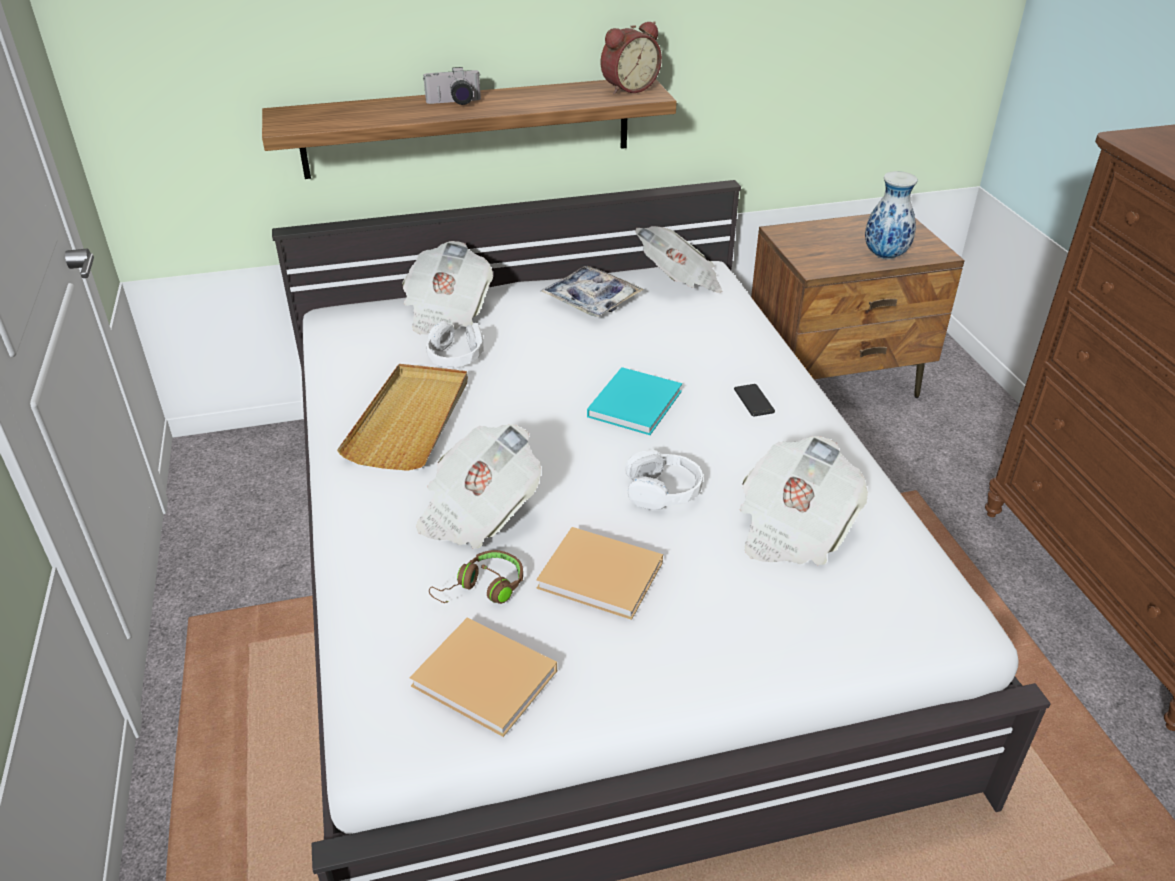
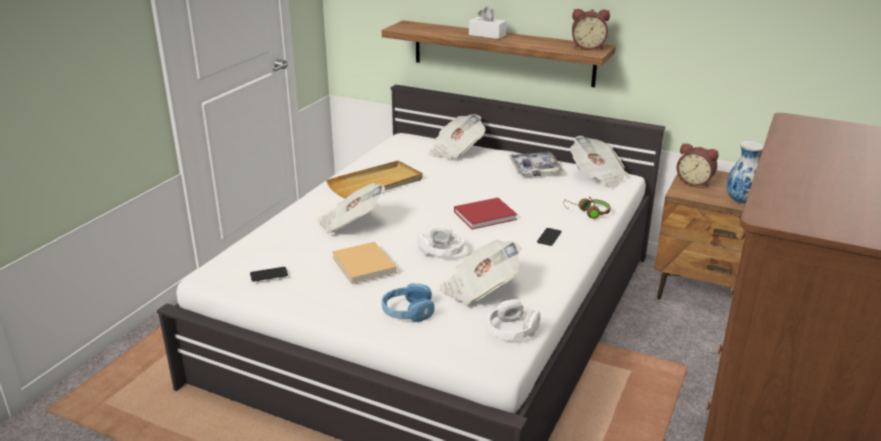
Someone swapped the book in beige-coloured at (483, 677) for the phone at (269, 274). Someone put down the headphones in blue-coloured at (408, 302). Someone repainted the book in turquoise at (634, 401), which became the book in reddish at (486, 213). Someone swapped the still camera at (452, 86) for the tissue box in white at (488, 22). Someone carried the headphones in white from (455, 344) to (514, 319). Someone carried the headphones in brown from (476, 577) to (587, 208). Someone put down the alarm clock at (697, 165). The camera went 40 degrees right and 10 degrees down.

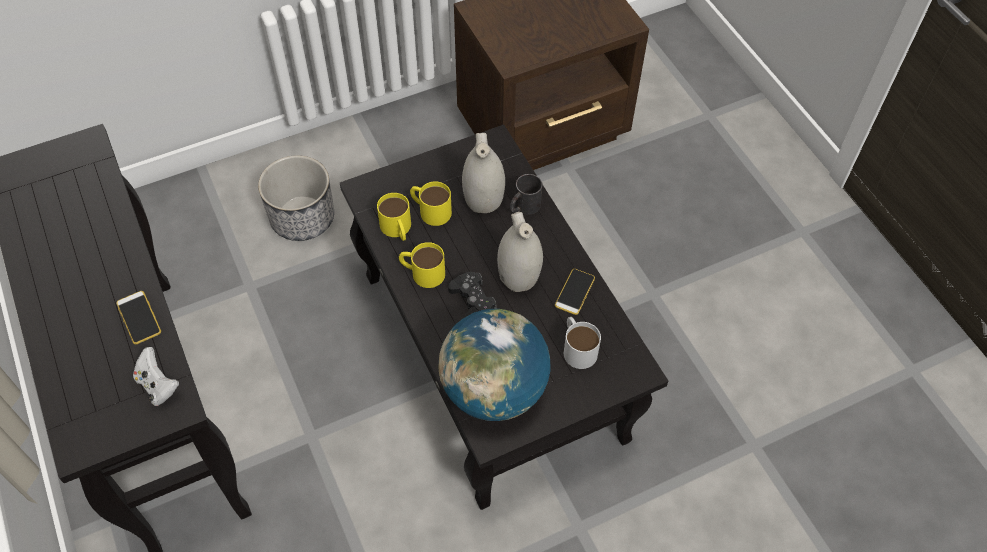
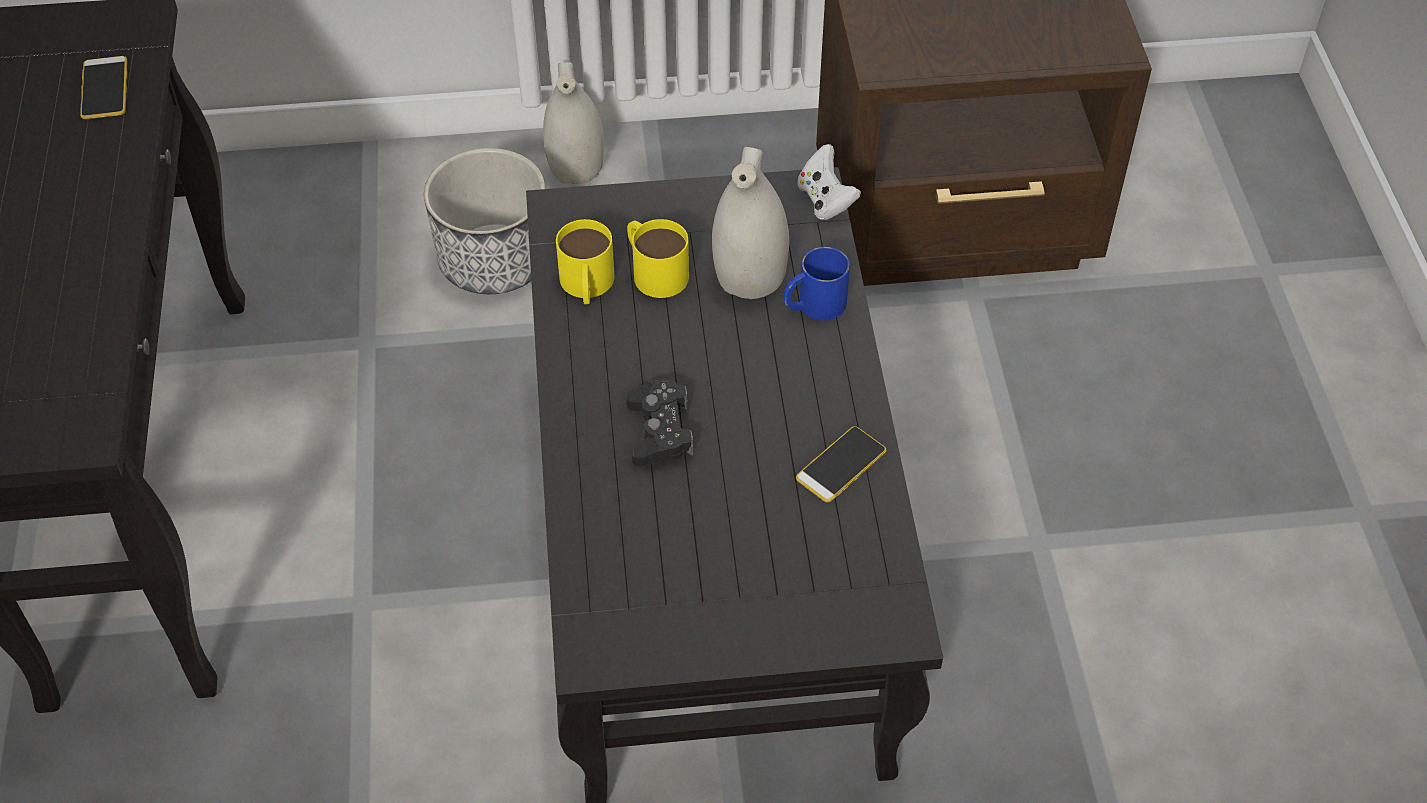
Someone carried the phone from (138, 317) to (103, 87). Someone carried the vase in white from (520, 252) to (573, 123). Someone repainted the coffee mug in blackish at (526, 194), which became the coffee mug in blue-coloured at (816, 284). Someone carried the joypad in white from (156, 376) to (829, 182). Someone took away the coffee mug in yellow at (422, 265). Someone took away the globe at (494, 365). Someone took away the coffee mug in white at (582, 343). The camera went 20 degrees right and 5 degrees down.

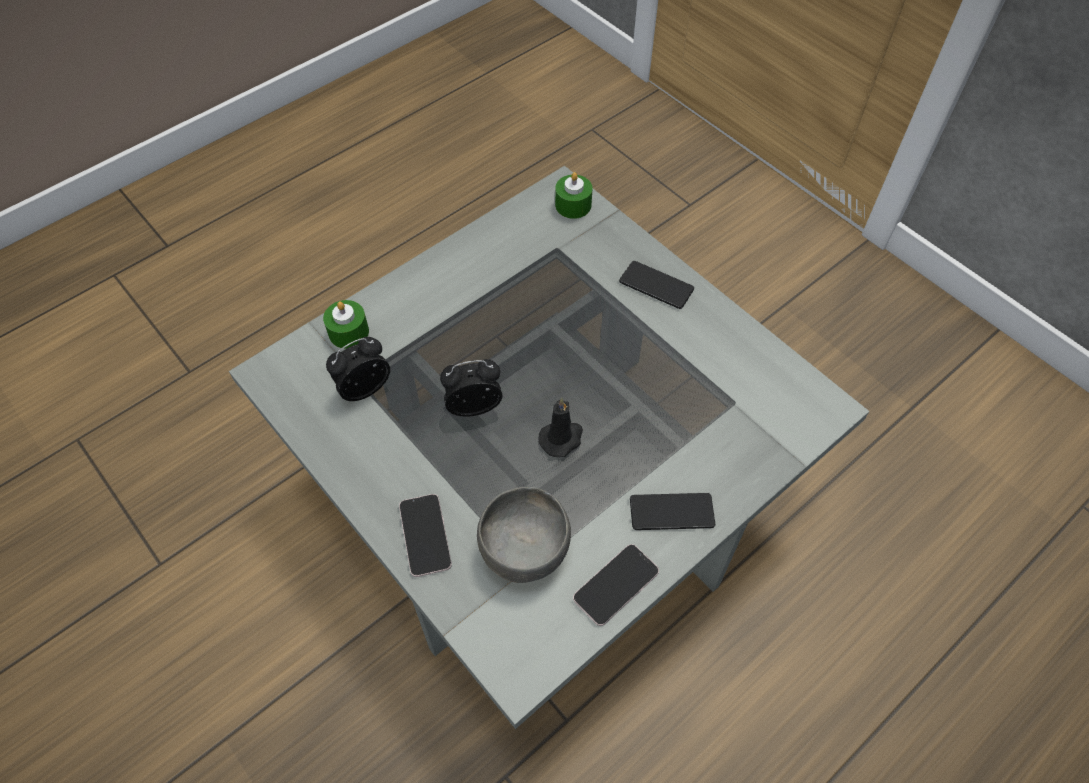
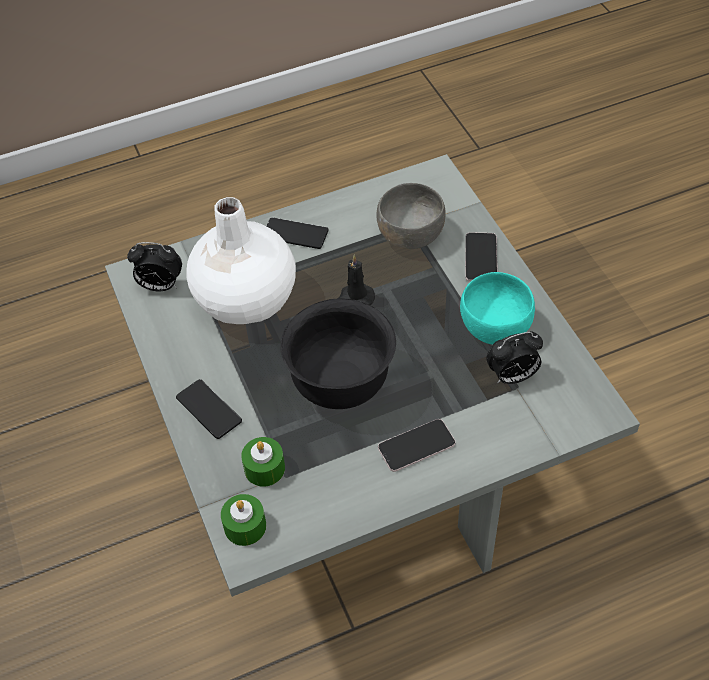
Someone carried the alarm clock from (471, 388) to (154, 266). Someone put down the vase in white at (241, 260). Someone carried the wax candle in green-coloured from (346, 324) to (263, 462). Someone put down the deep dish in blackish at (338, 353). Someone carried the phone from (616, 585) to (416, 445). Someone put down the deep dish in turquoise at (497, 308). The camera went 160 degrees left and 5 degrees down.

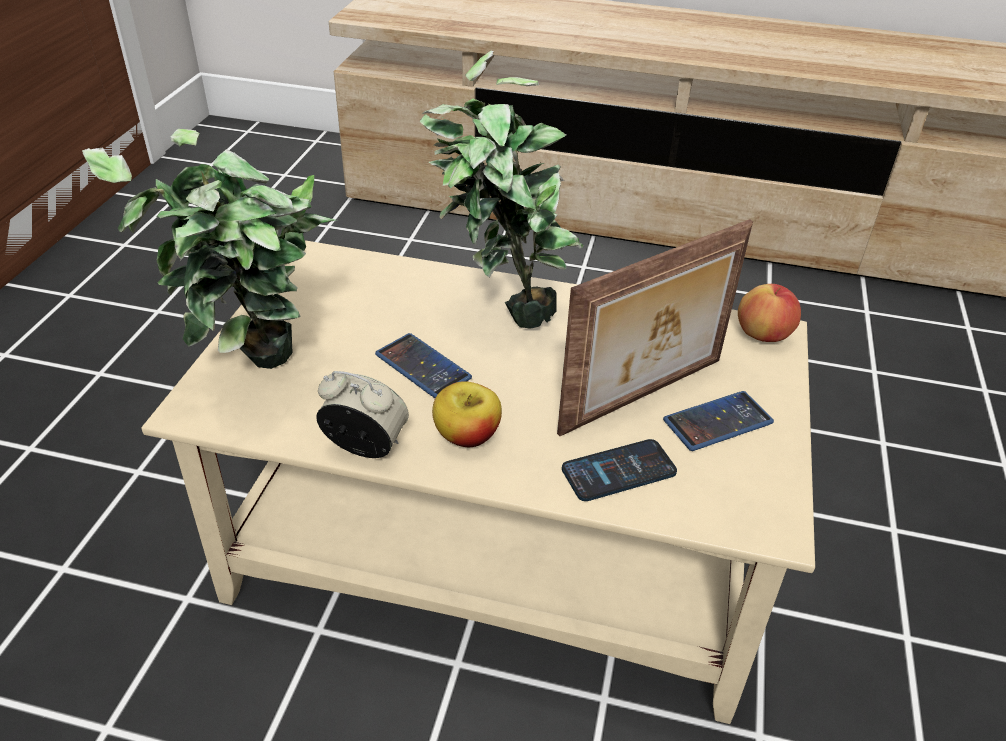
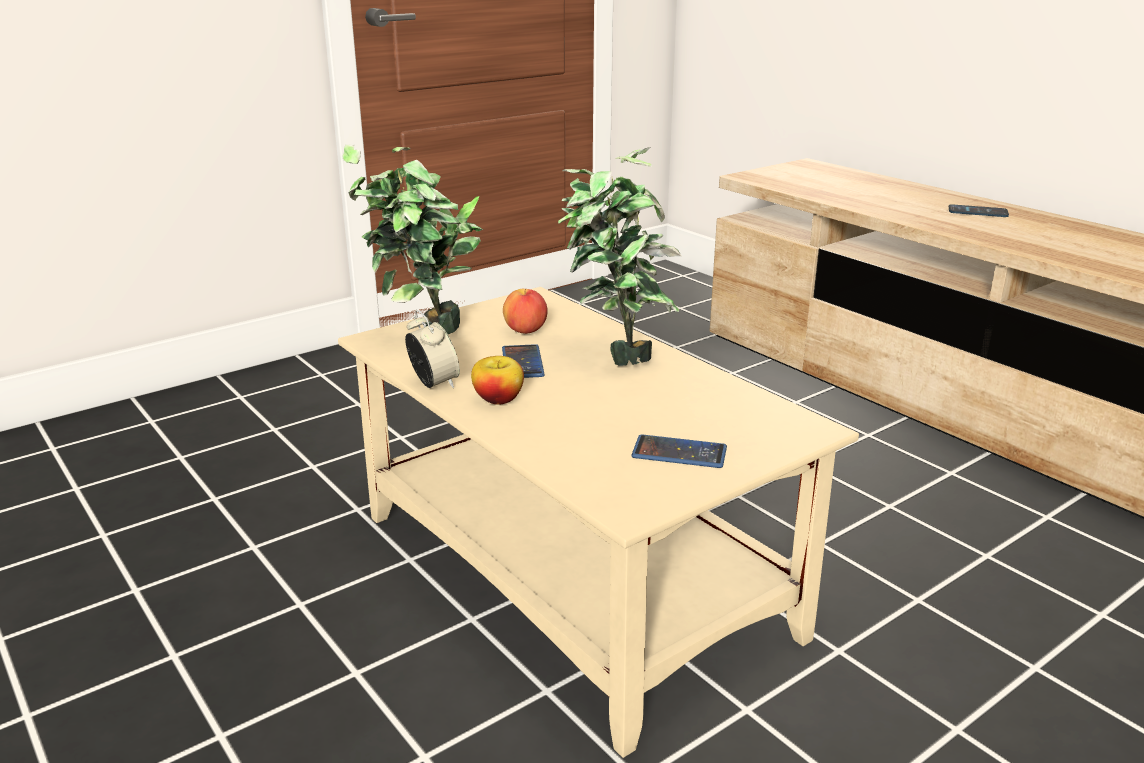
Someone carried the apple from (769, 313) to (525, 311). Someone carried the phone from (619, 470) to (979, 210). Someone took away the photo frame at (655, 327). The camera went 40 degrees right and 15 degrees down.

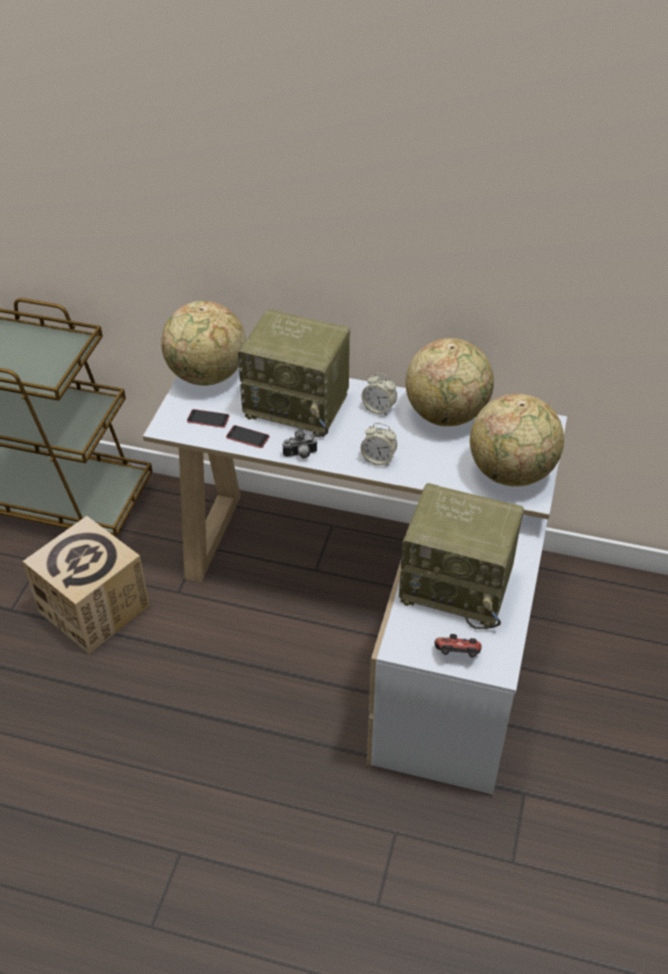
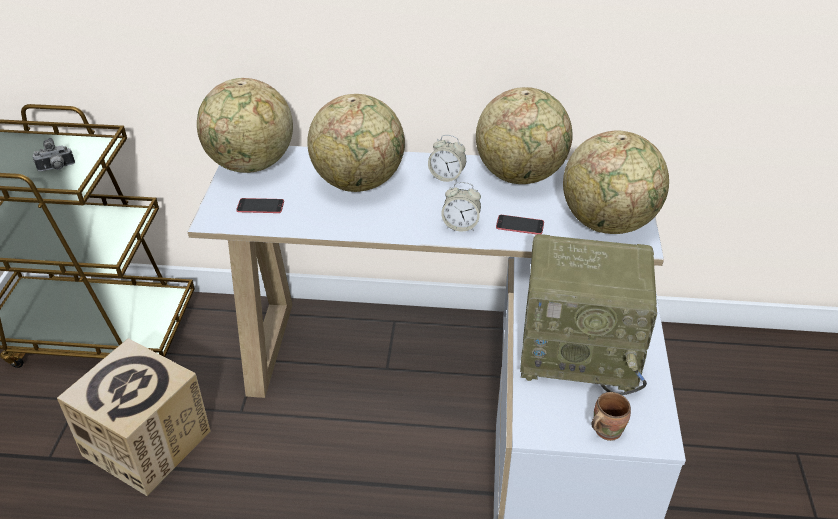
Someone carried the still camera from (300, 443) to (53, 154). Someone swapped the radio at (294, 373) for the globe at (356, 143). Someone carried the phone from (247, 436) to (520, 224). Someone swapped the joypad at (458, 646) for the coffee mug in brown at (611, 416). The camera went 10 degrees left and 5 degrees down.

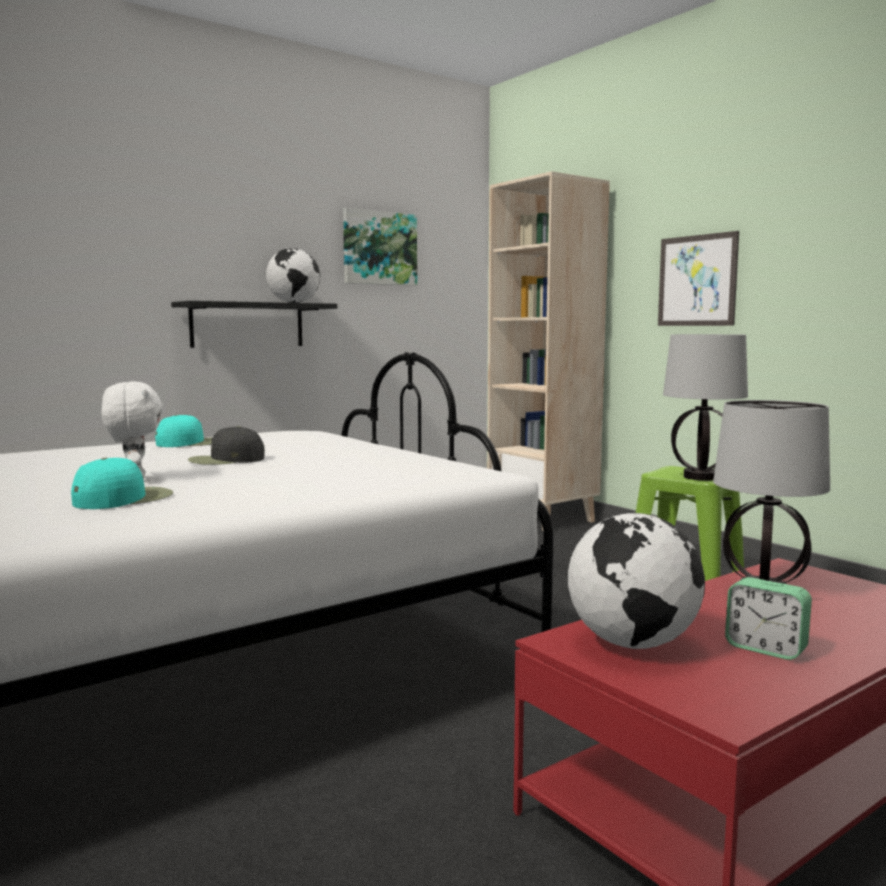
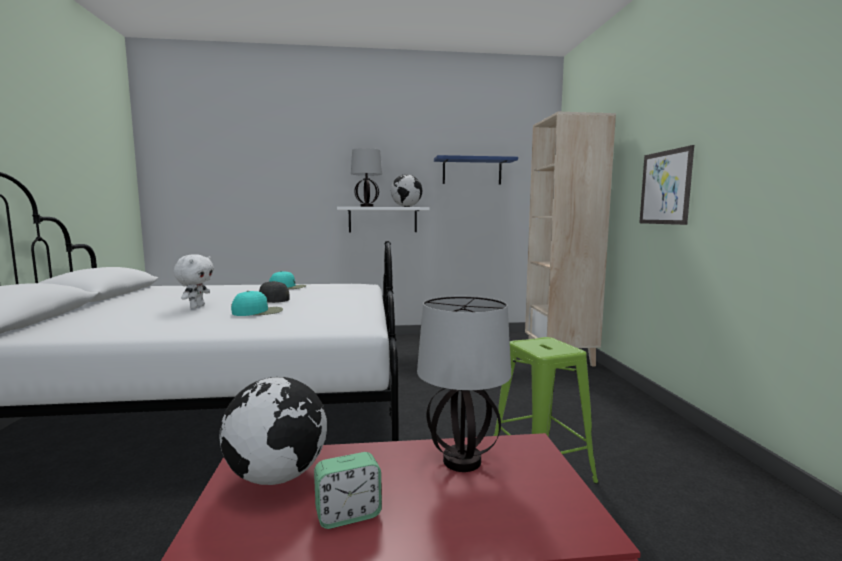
Someone carried the baseball cap in turquoise from (122, 483) to (257, 303). Someone rotated the alarm clock at (768, 618) by 90 degrees counterclockwise. Someone repainted the wall shelf in blackish at (254, 324), which became the wall shelf in white at (383, 219). Someone carried the table lamp from (705, 407) to (366, 177). Someone swapped the picture at (380, 247) for the wall shelf in blue-coloured at (476, 170). The camera went 30 degrees right and 0 degrees up.

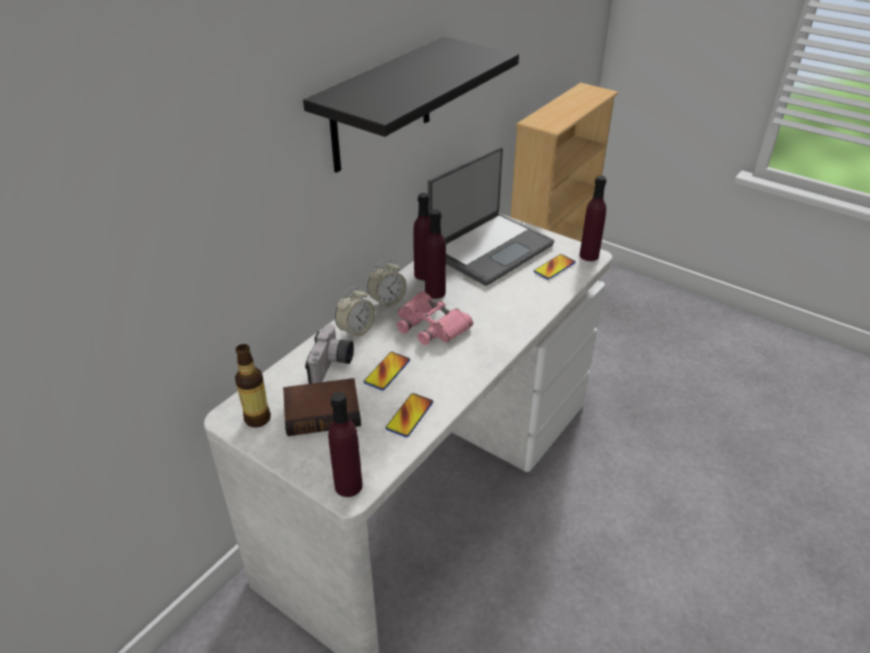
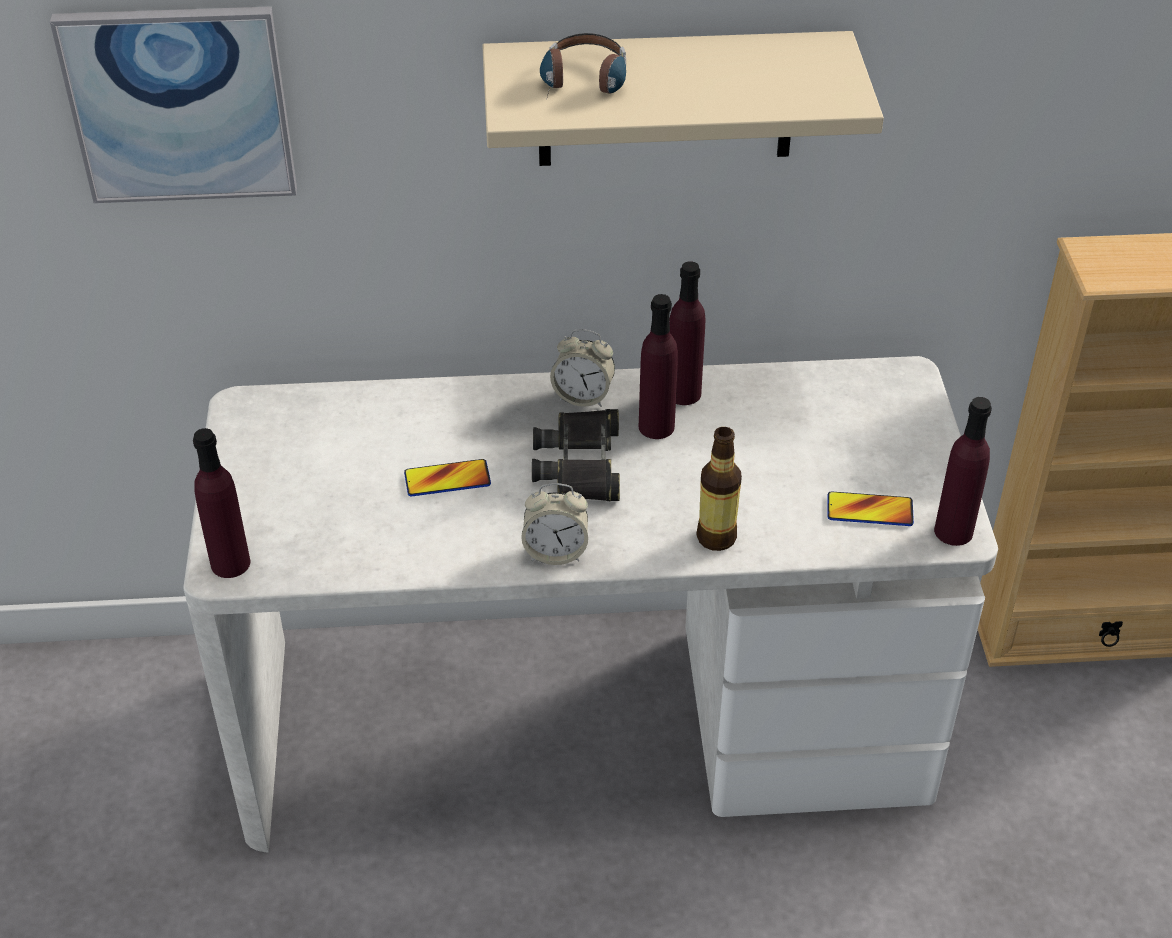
Someone put up the picture at (173, 105). Someone repainted the wall shelf in blackish at (411, 105), which became the wall shelf in beige-coloured at (683, 98). Someone carried the alarm clock from (355, 312) to (554, 524). Someone repainted the field glasses in pink at (435, 318), which became the field glasses in blackish at (576, 455). Someone put down the headphones at (583, 66). Someone carried the beverage bottle from (253, 385) to (719, 489). Someone took away the book at (322, 407). Someone took away the still camera at (329, 354). Someone took away the phone at (409, 415). Someone took away the portable computer at (491, 216). The camera went 50 degrees right and 5 degrees up.

